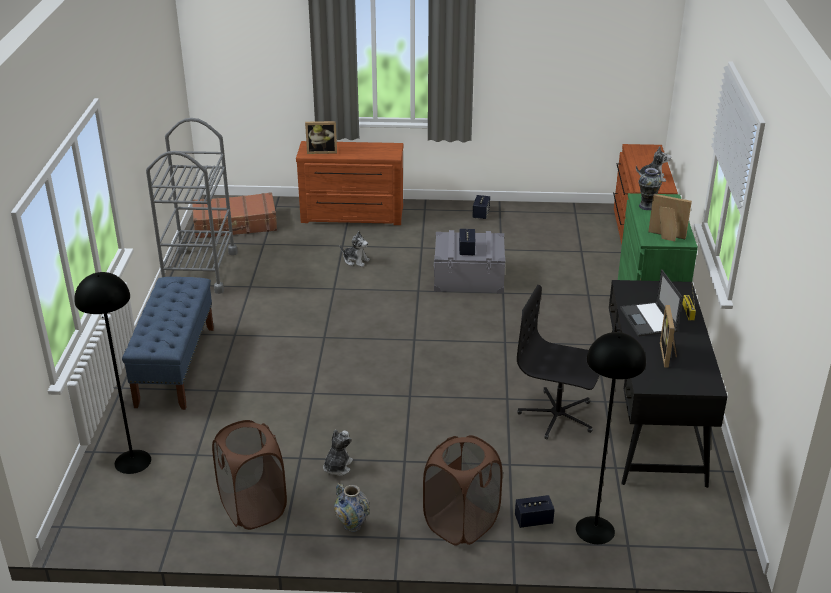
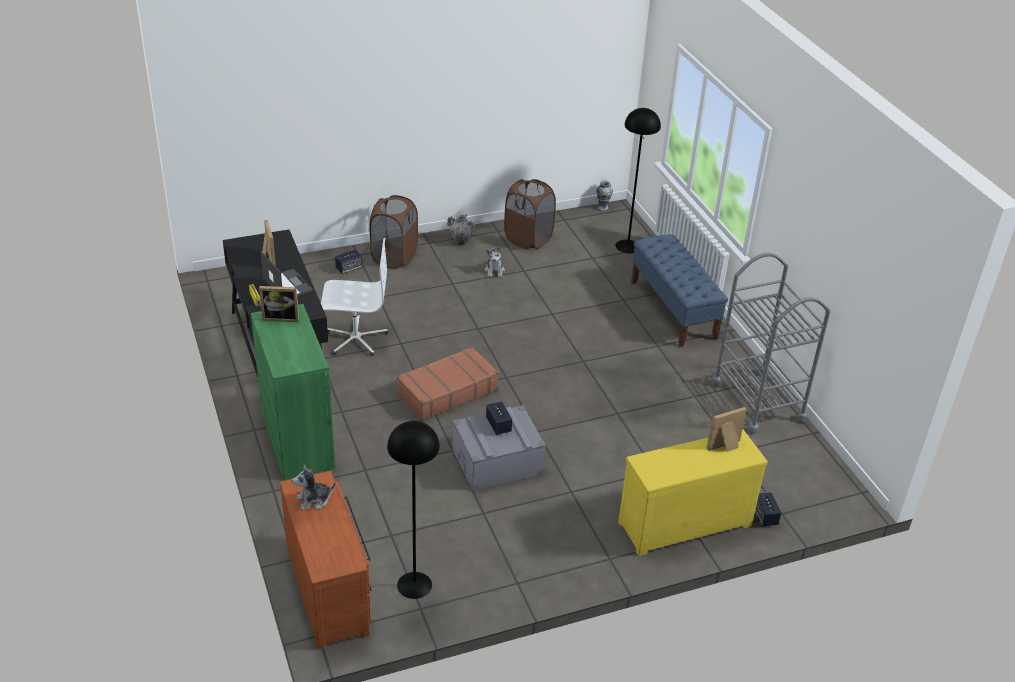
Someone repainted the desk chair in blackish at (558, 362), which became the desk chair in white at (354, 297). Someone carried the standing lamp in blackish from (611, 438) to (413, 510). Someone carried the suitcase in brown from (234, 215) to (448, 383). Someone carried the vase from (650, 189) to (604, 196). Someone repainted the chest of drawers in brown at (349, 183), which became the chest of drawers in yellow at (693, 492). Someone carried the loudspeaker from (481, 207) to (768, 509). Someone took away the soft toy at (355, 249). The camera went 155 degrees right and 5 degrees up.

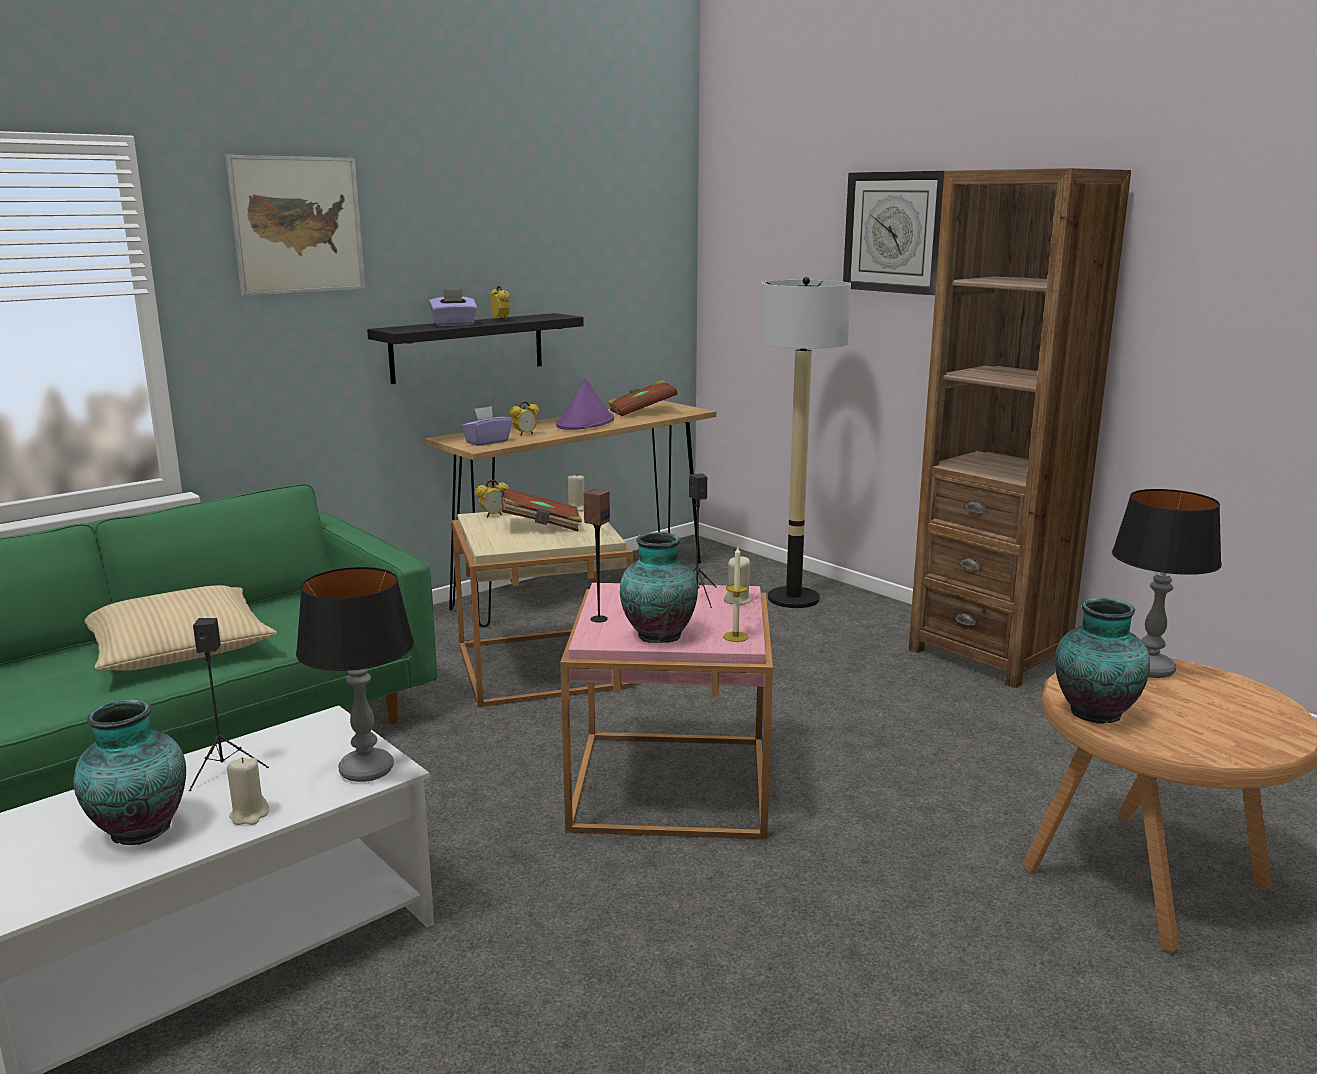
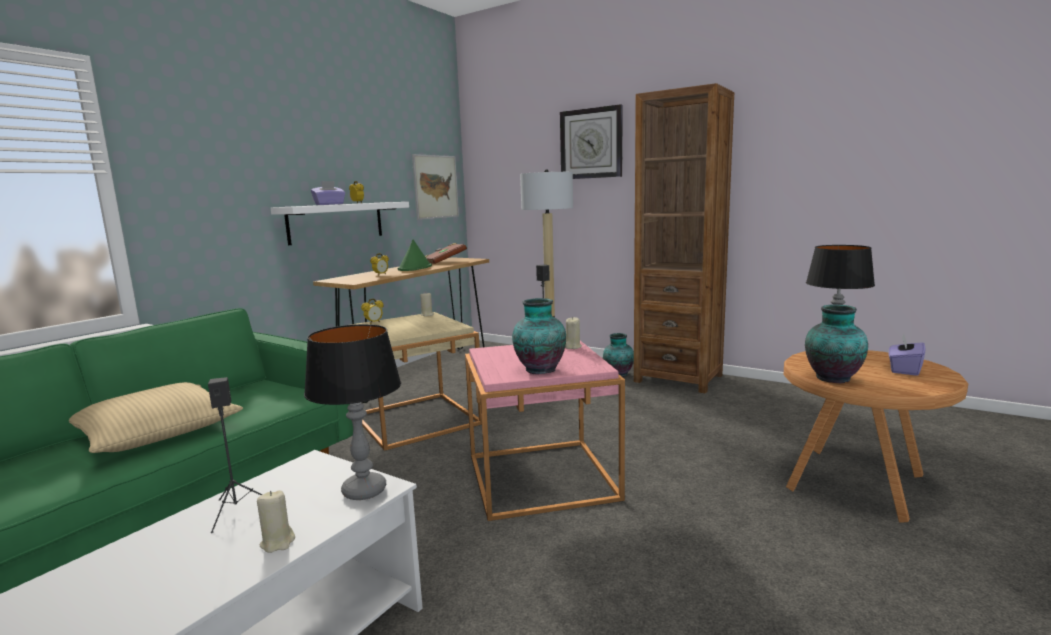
Someone repainted the wall shelf in blackish at (475, 348), which became the wall shelf in white at (340, 223). Someone repainted the clothing hat in purplish at (585, 404), which became the clothing hat in green-coloured at (415, 255). Someone carried the picture from (295, 225) to (435, 187). Someone carried the vase from (129, 772) to (618, 355). Someone carried the tissue box in purplish from (486, 426) to (906, 355). Someone took away the book in brown at (541, 510). Someone took away the loudspeaker at (597, 555). Someone took away the wax candle at (736, 594). The camera went 15 degrees left and 5 degrees down.

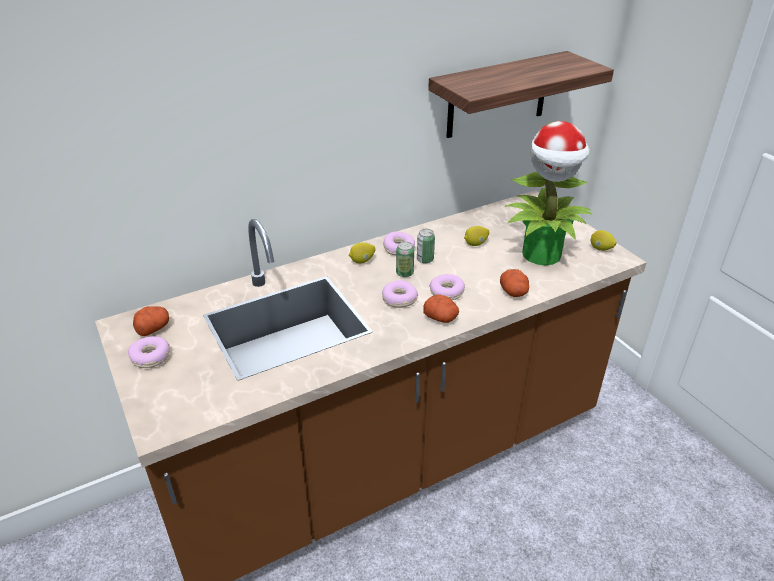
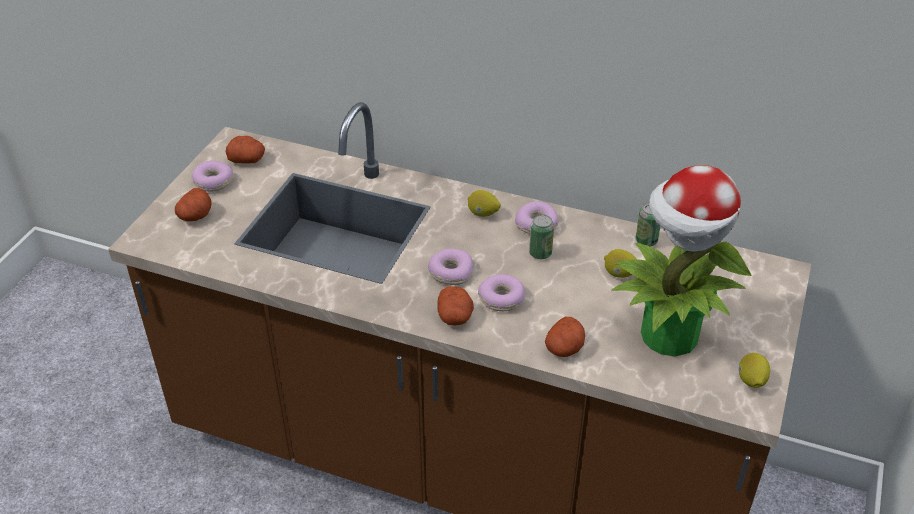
Someone put down the potato at (193, 205). Someone carried the metal can from (405, 259) to (648, 224). Someone took away the wall shelf at (521, 94). The camera went 50 degrees right and 5 degrees up.

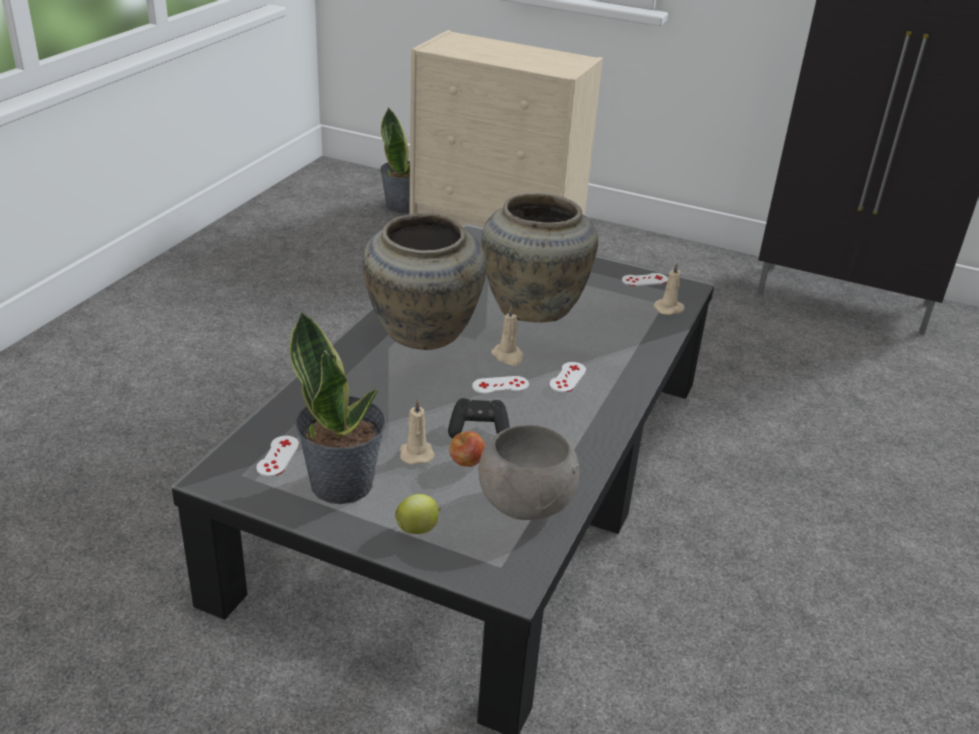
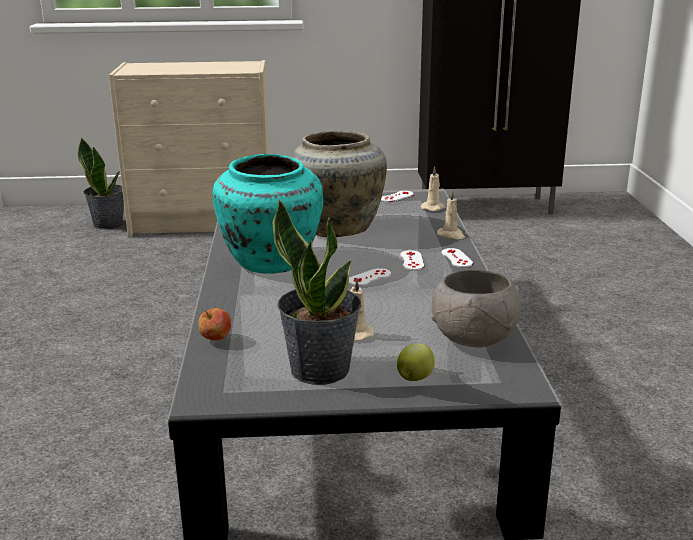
Someone carried the apple from (467, 449) to (214, 324). Someone repainted the vase in beige-coloured at (424, 281), which became the vase in turquoise at (267, 214). Someone carried the wax candle in beige-coloured from (507, 335) to (451, 214). Someone carried the joypad in white from (277, 456) to (457, 258). Someone took away the joypad in blackish at (479, 418). The camera went 25 degrees left and 10 degrees down.

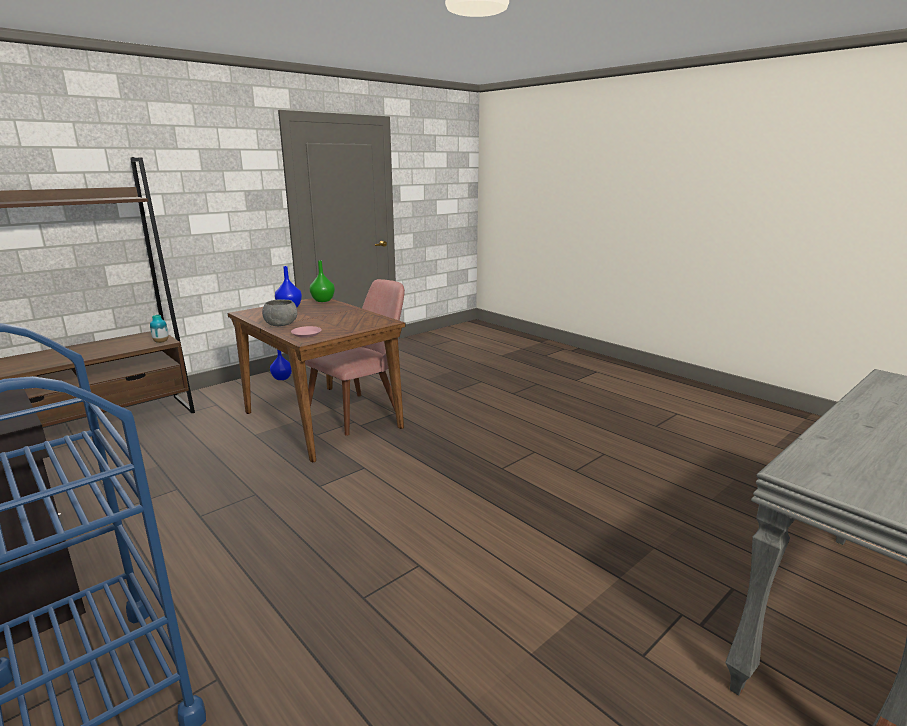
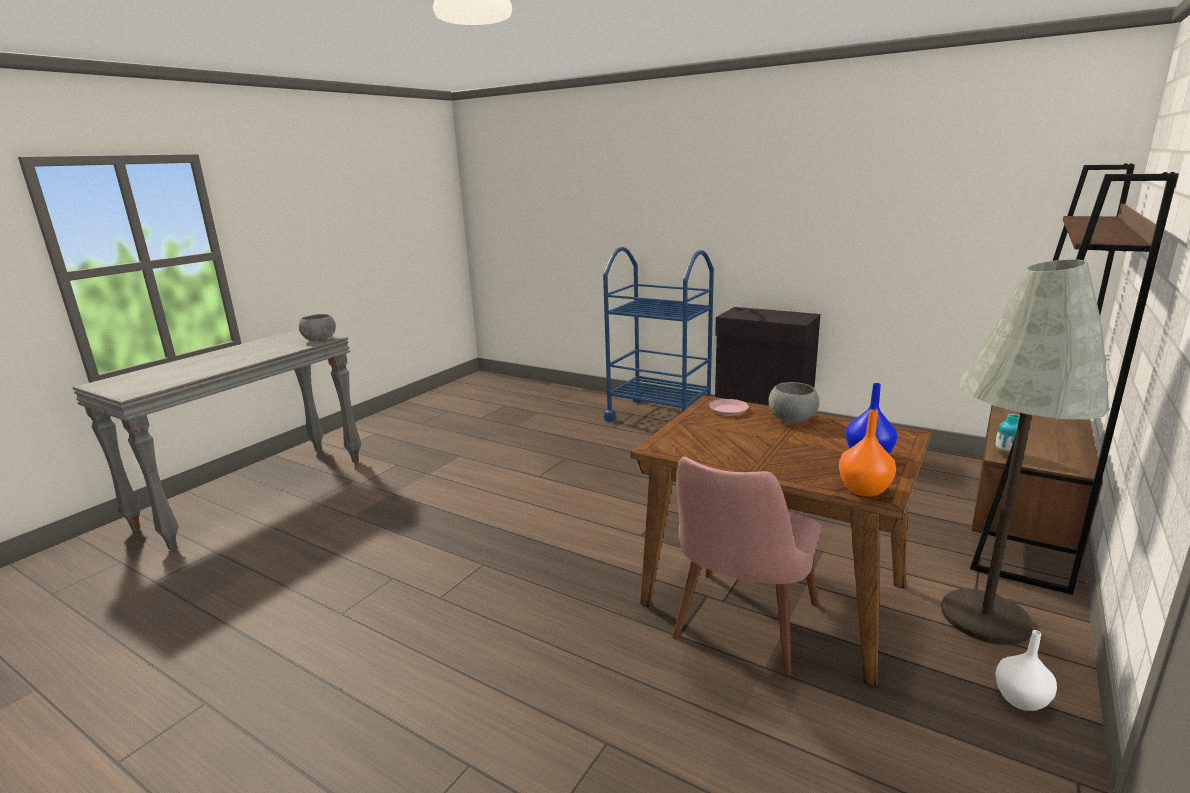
Someone put down the deep dish in greyish at (317, 327). Someone repainted the vase in green-coloured at (322, 281), which became the vase in orange-coloured at (867, 453). Someone put down the standing lamp in greyish at (1025, 452). Someone repainted the vase in blue-coloured at (281, 364), which became the vase in white at (1026, 670). The camera went 165 degrees right and 0 degrees up.

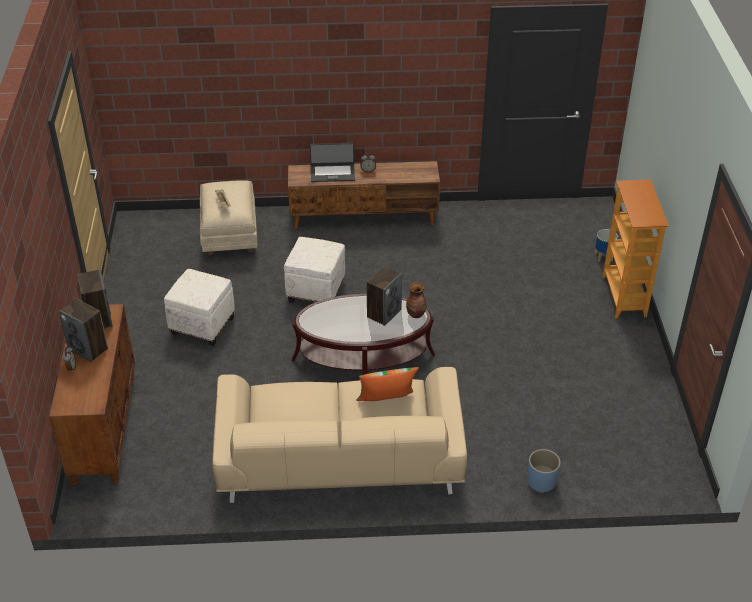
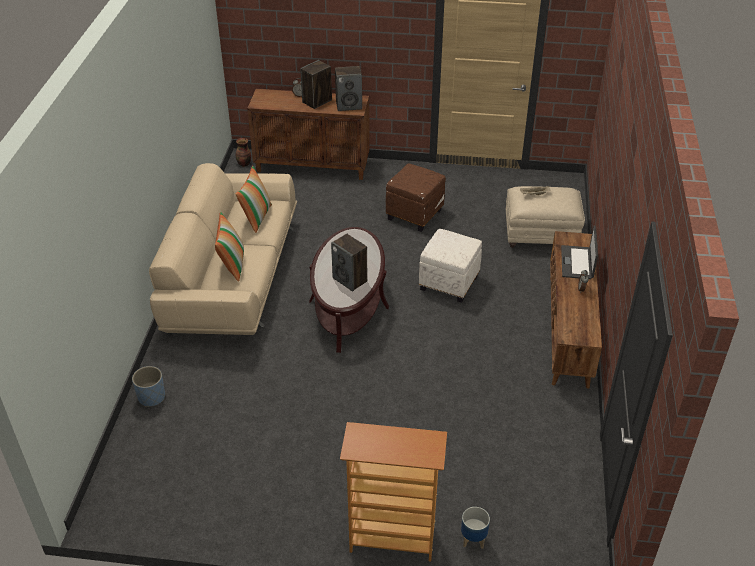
Someone put down the cushion at (253, 199). Someone carried the vase from (416, 300) to (243, 152). Someone repainted the ottoman in white at (199, 307), which became the ottoman in brown at (416, 197). The camera went 100 degrees right and 0 degrees up.

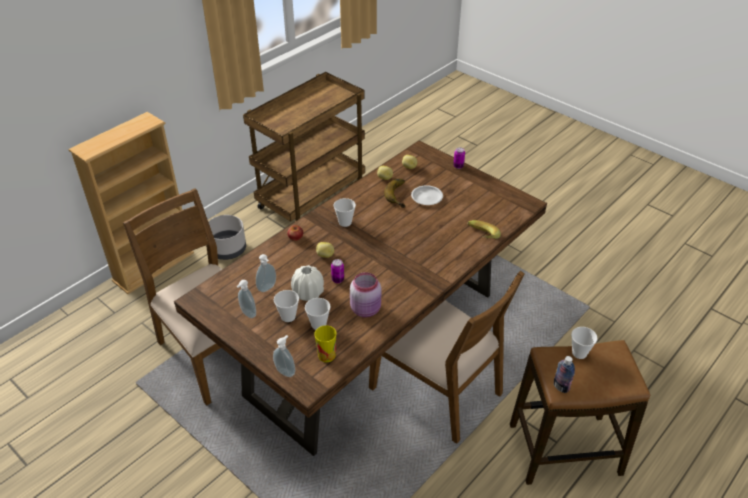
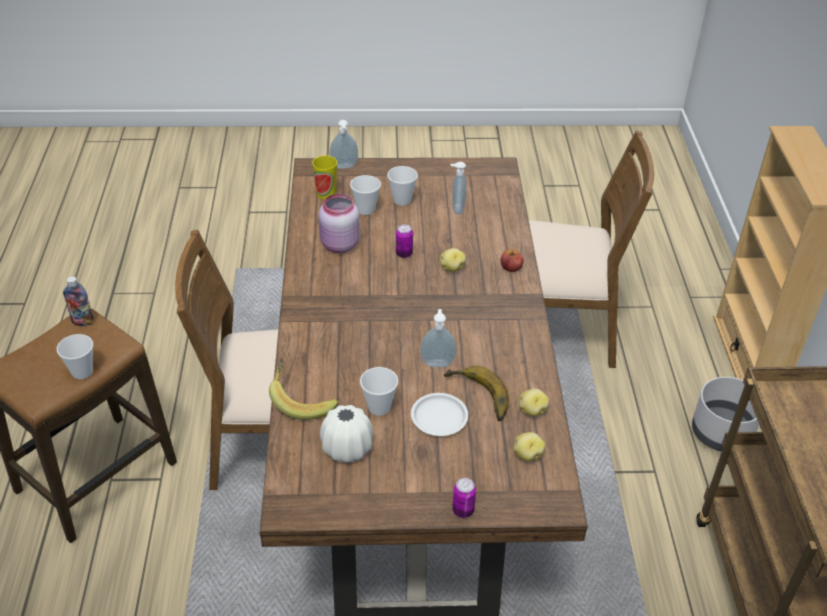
Someone carried the vase in white from (307, 283) to (346, 433). Someone carried the small cup from (345, 212) to (379, 391). Someone carried the soap bottle from (246, 299) to (438, 338). The camera went 135 degrees right and 0 degrees up.

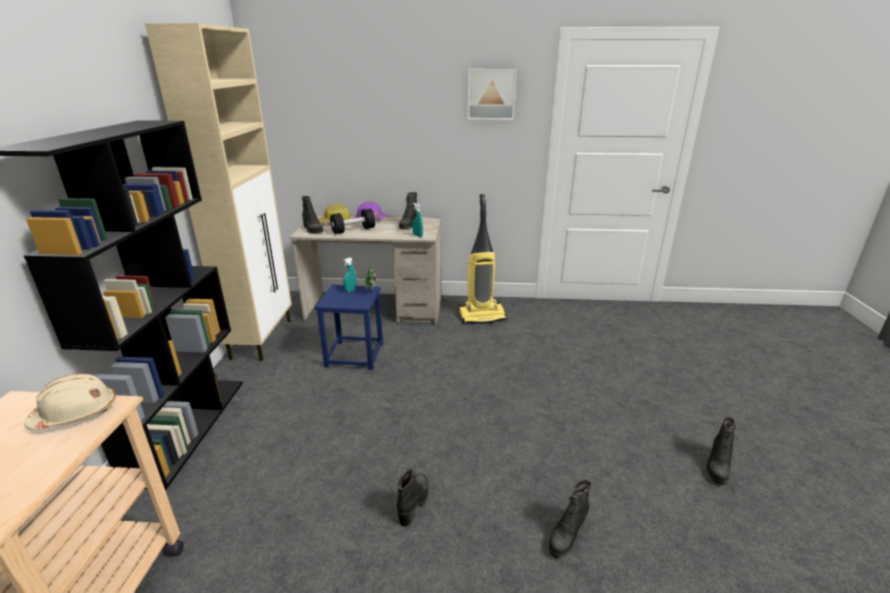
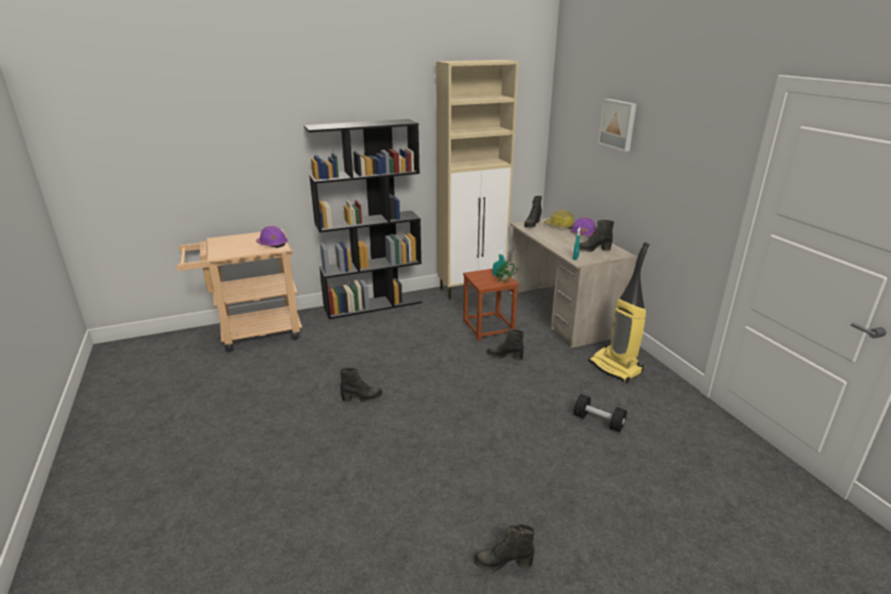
Someone repainted the work helmet in beige-coloured at (70, 401), which became the work helmet in purplish at (272, 237). Someone repainted the stool in blue-coloured at (349, 327), which became the stool in brown at (491, 305). Someone carried the boot in blackish from (570, 519) to (505, 344). Someone carried the hand weight in blackish from (352, 221) to (600, 413). Someone carried the picture from (492, 94) to (617, 125). The camera went 65 degrees right and 0 degrees up.

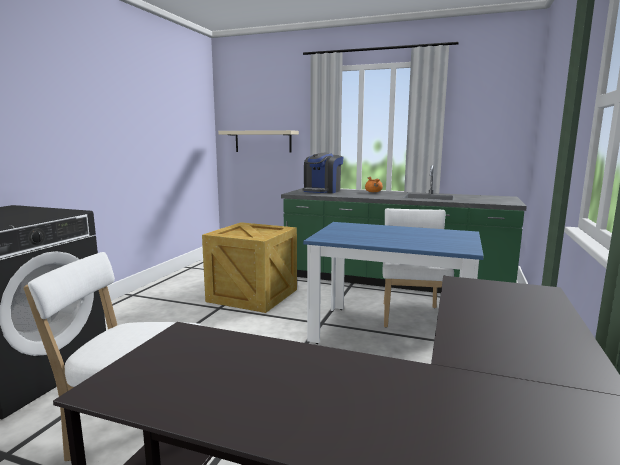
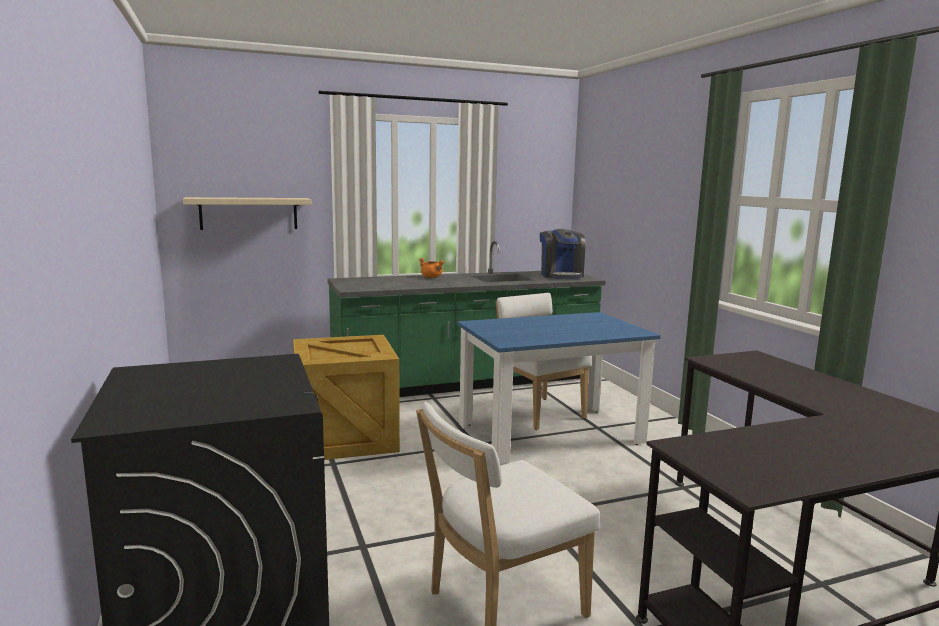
Someone carried the coffee brewer from (323, 173) to (563, 254). The camera went 40 degrees left and 0 degrees up.

